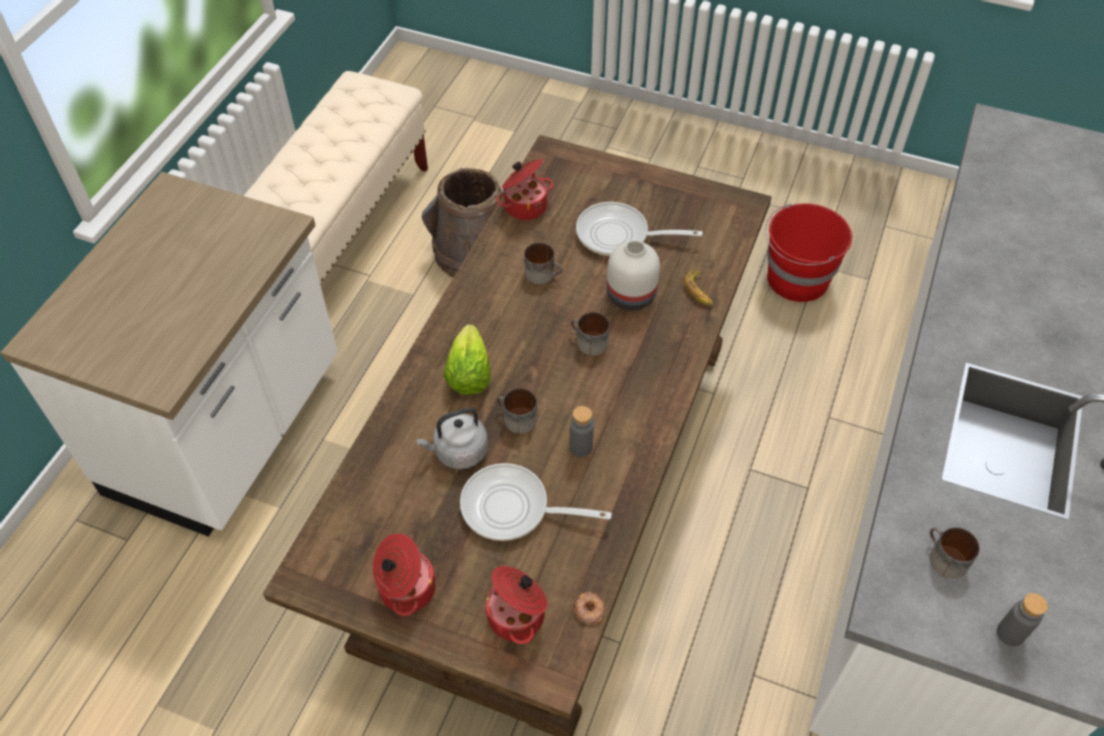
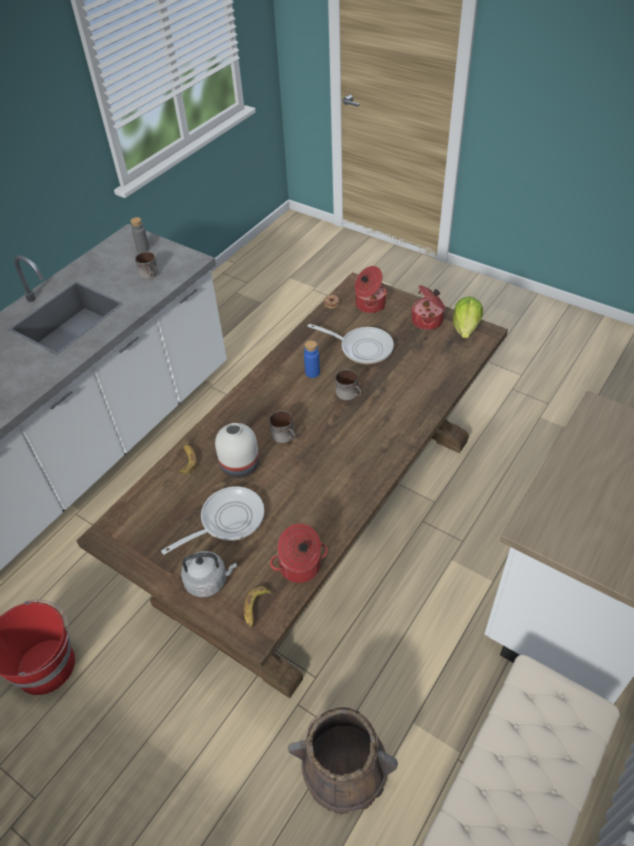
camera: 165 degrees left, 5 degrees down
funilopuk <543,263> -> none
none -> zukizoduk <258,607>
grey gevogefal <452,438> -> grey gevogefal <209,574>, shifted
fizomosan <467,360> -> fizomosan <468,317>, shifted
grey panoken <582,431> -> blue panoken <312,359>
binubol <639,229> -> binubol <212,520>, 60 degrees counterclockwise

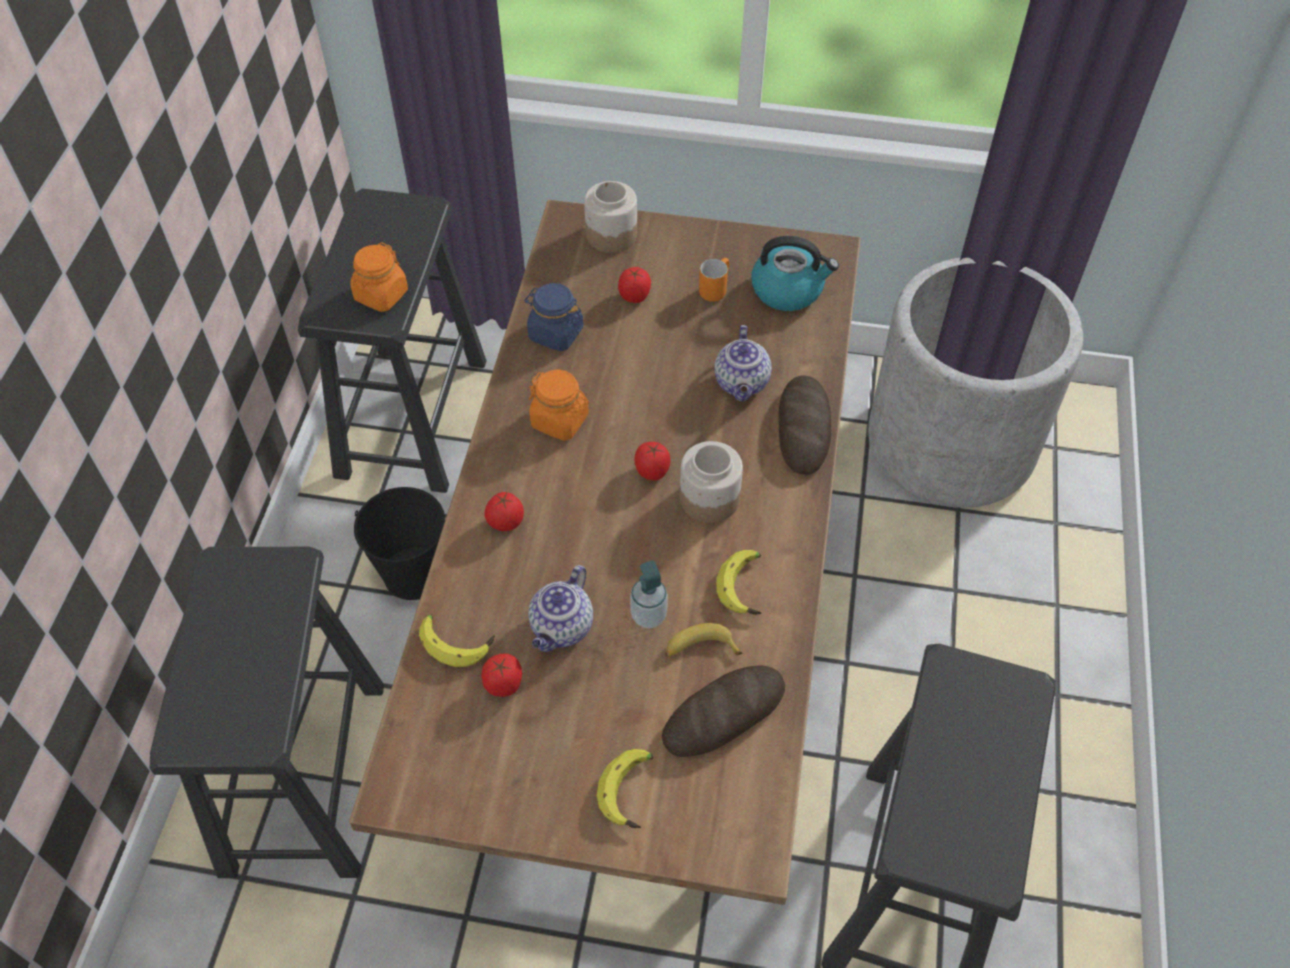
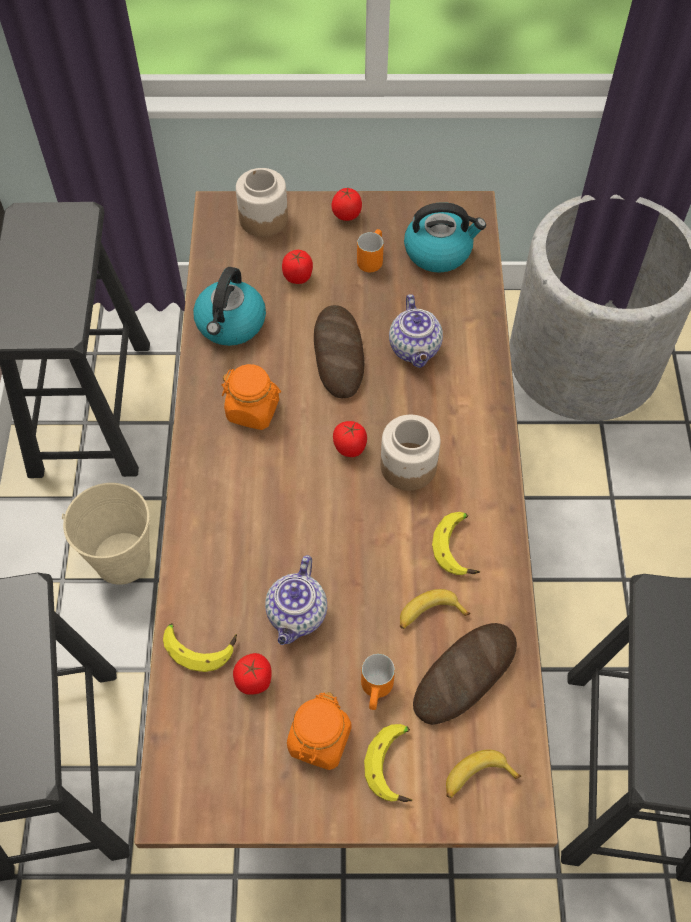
camera: 10 degrees left, 5 degrees up
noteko <649,594> -> none
none -> orange funilopuk <378,682>
none -> zukizoduk <483,774>
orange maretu <379,277> -> orange maretu <319,731>, shifted
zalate <504,511> -> zalate <346,204>, shifted
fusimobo <804,425> -> fusimobo <339,351>, shifted
blue maretu <553,317> -> gevogefal <229,306>
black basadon <399,543> -> beige basadon <106,534>

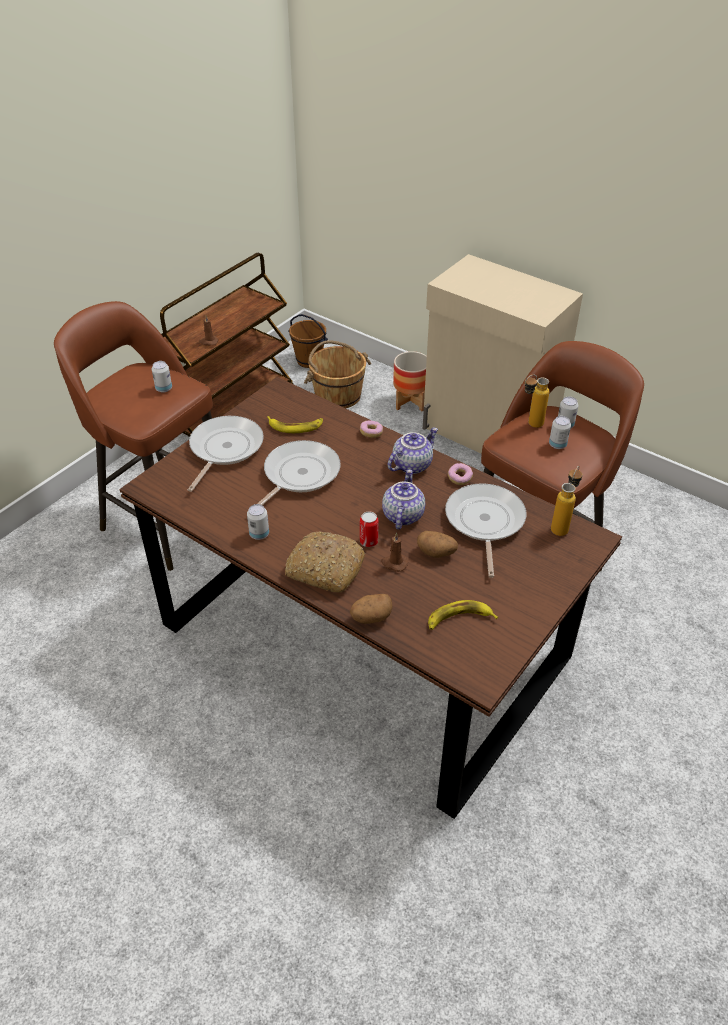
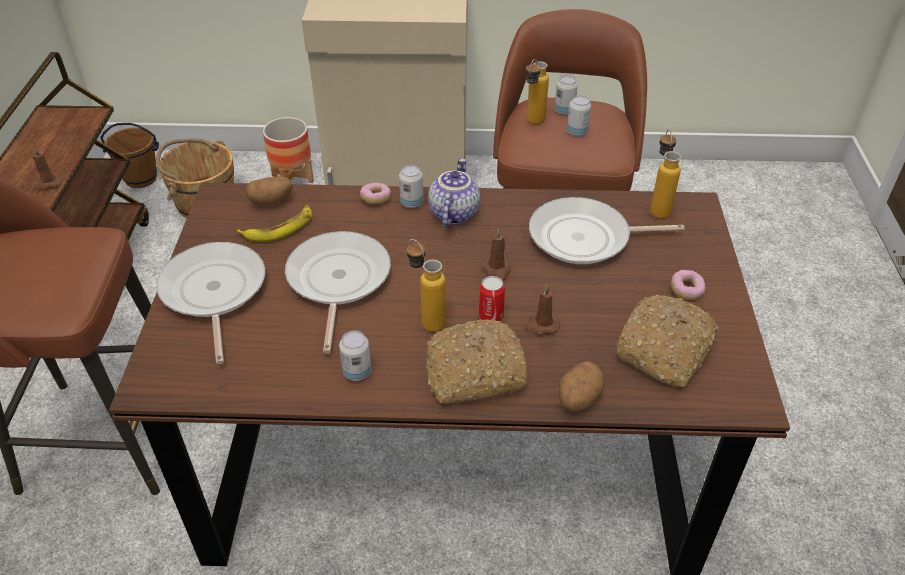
camera: 35 degrees left, 0 degrees up
none -> panoken <426,285>
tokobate <162,377> -> tokobate <411,186>, shifted
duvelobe <437,544> -> duvelobe <269,191>, shifted
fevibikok <460,474> -> fevibikok <688,285>, shifted
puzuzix <403,500> -> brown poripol <496,254>
zukizoduk <463,615> -> fusimobo <667,341>
binubol <485,530> -> binubol <606,230>, 60 degrees counterclockwise

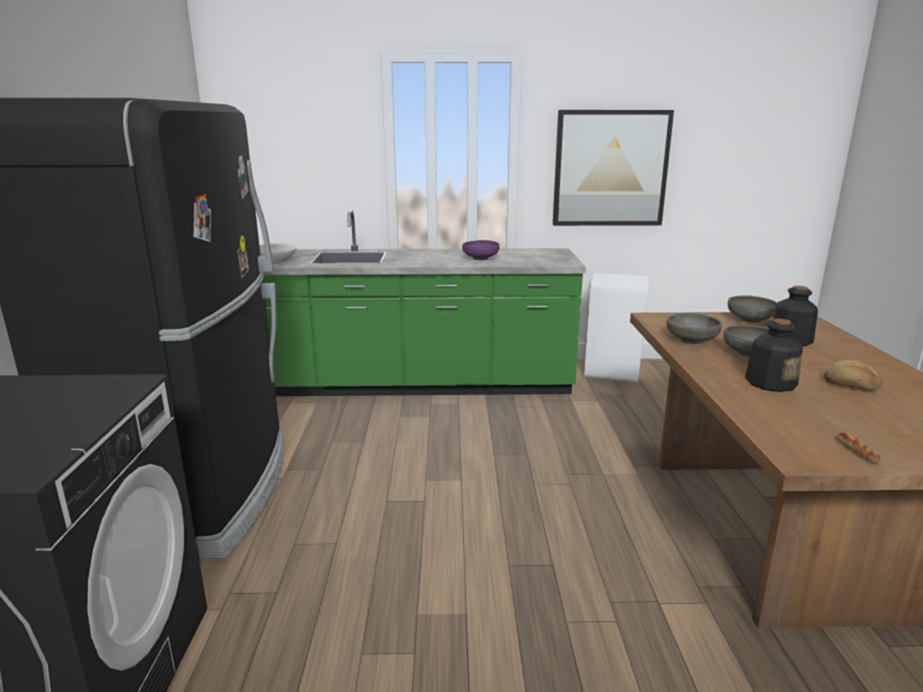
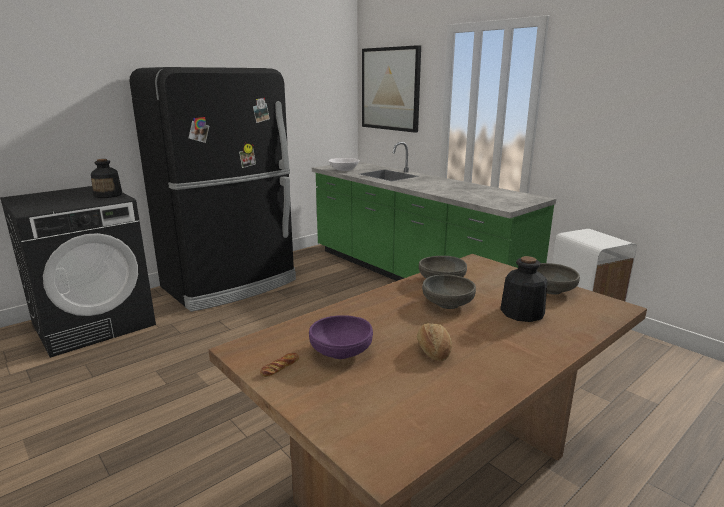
camera: 50 degrees right, 0 degrees up
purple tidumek <481,250> -> purple tidumek <341,337>, shifted
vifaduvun <613,168> -> vifaduvun <391,89>, shifted
panoken <774,355> -> panoken <106,178>, shifted

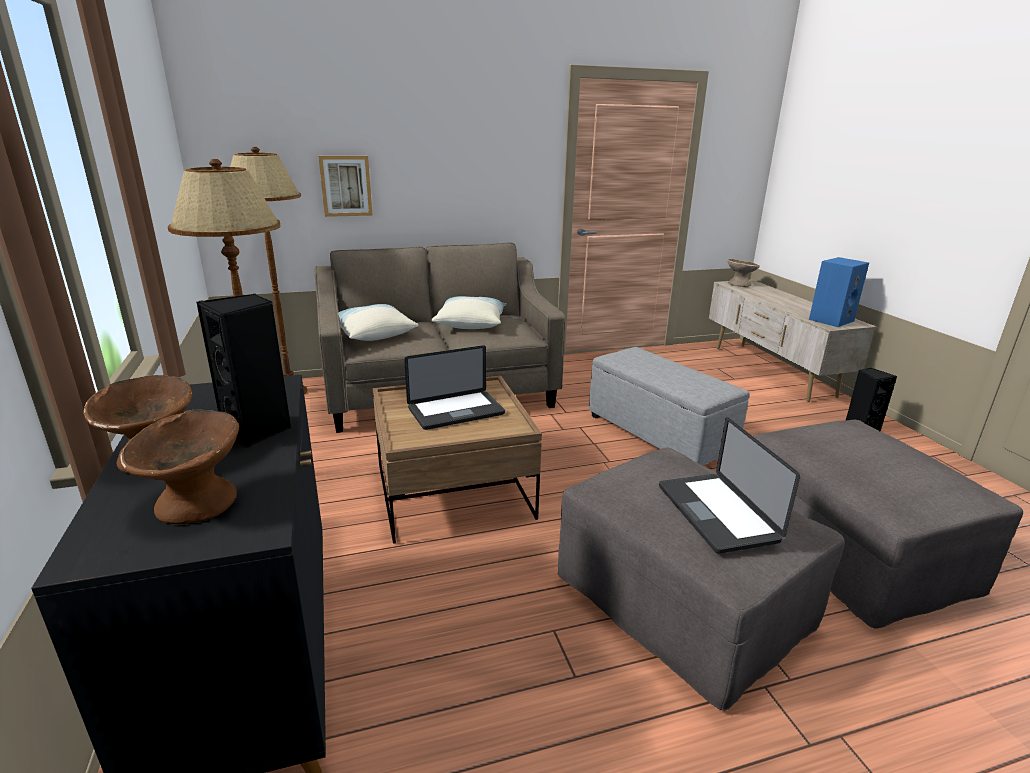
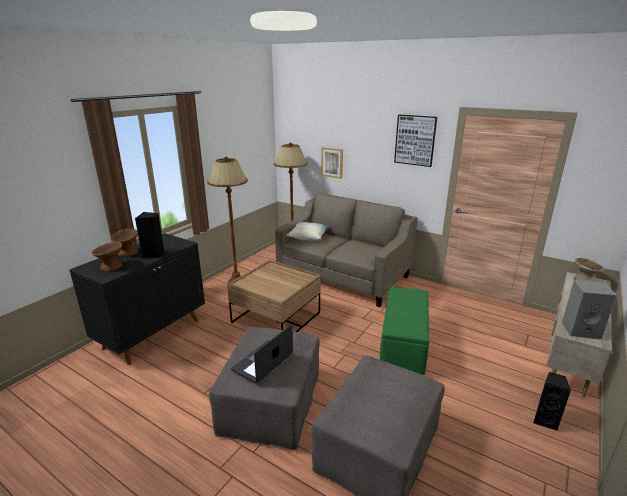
camera: 50 degrees right, 0 degrees up
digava <454,387> -> none
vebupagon <469,312> -> none
none -> vifaduvun <415,140>
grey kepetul <669,406> -> green kepetul <404,331>
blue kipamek <839,292> -> grey kipamek <589,310>

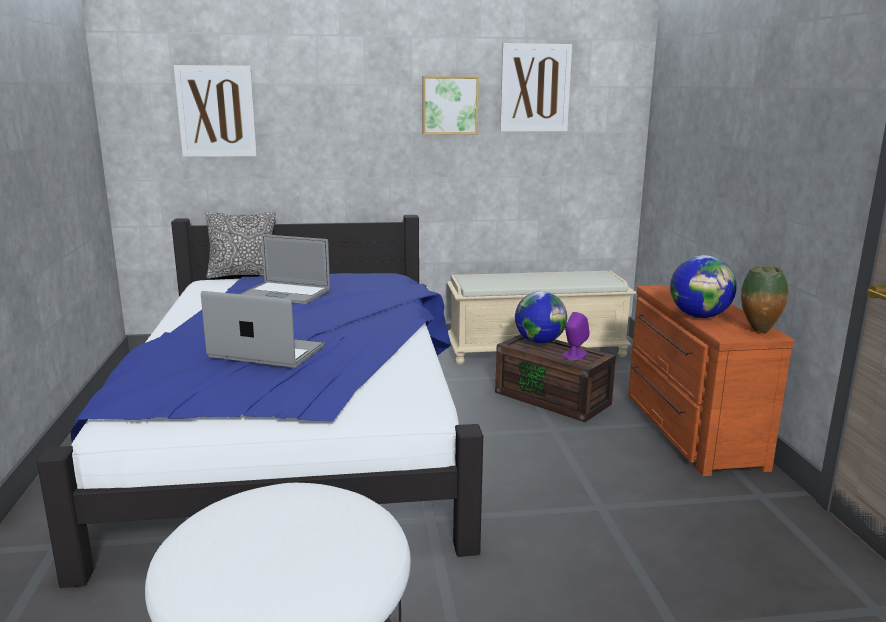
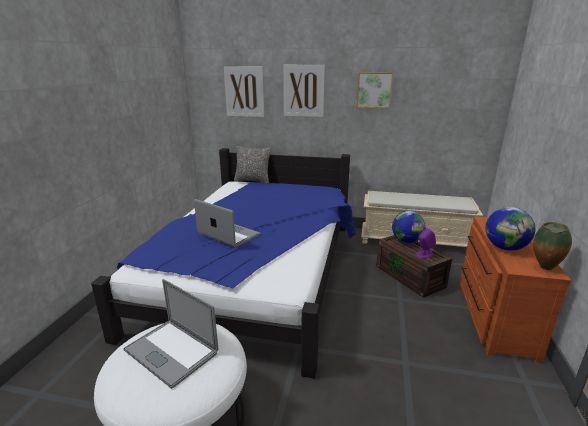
camera: 20 degrees right, 5 degrees up
digava <285,269> -> digava <170,334>, shifted
vifaduvun <536,87> -> vifaduvun <304,91>, shifted

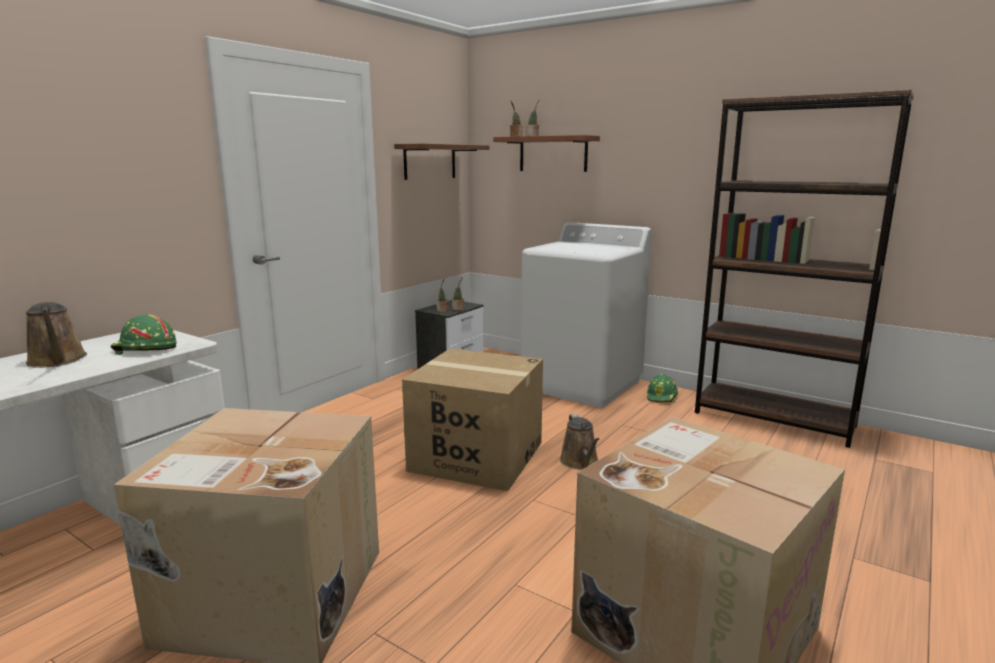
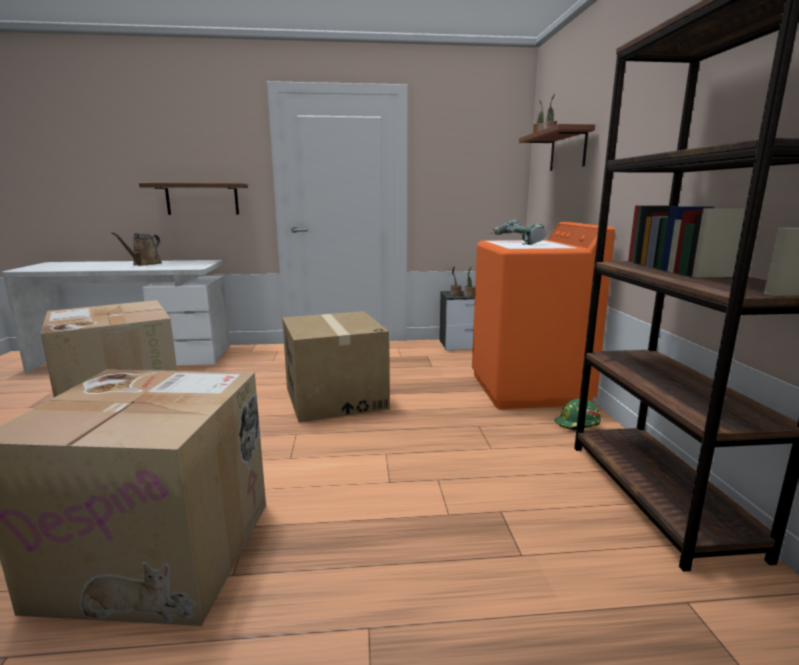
camera: 50 degrees right, 0 degrees up
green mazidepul <144,335> -> none
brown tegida <580,442> -> none
none -> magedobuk <517,232>
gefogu <441,161> -> gefogu <193,199>, shifted
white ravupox <586,315> -> orange ravupox <543,315>

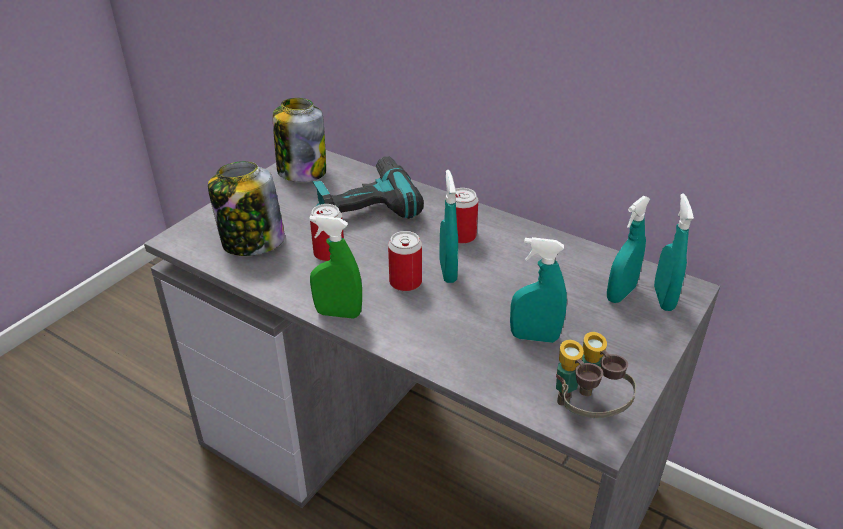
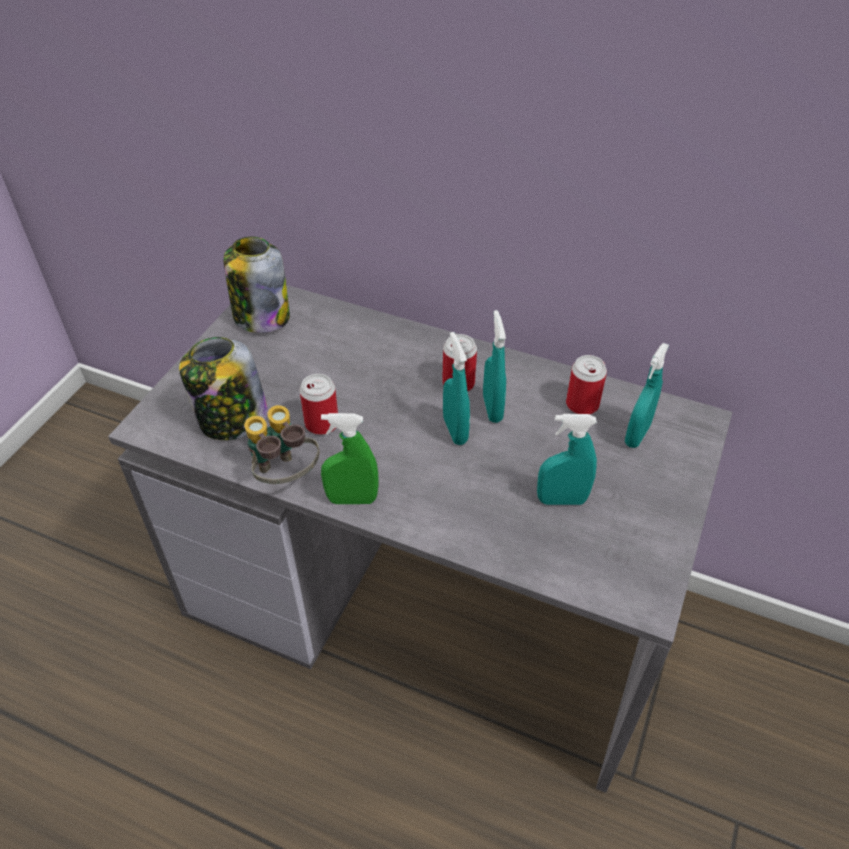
camera: 10 degrees left, 10 degrees up
magedobuk <368,187> -> none
tokobate <405,261> -> tokobate <586,385>, shifted
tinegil <596,375> -> tinegil <281,444>, shifted
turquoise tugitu <674,252> -> turquoise tugitu <494,366>, shifted

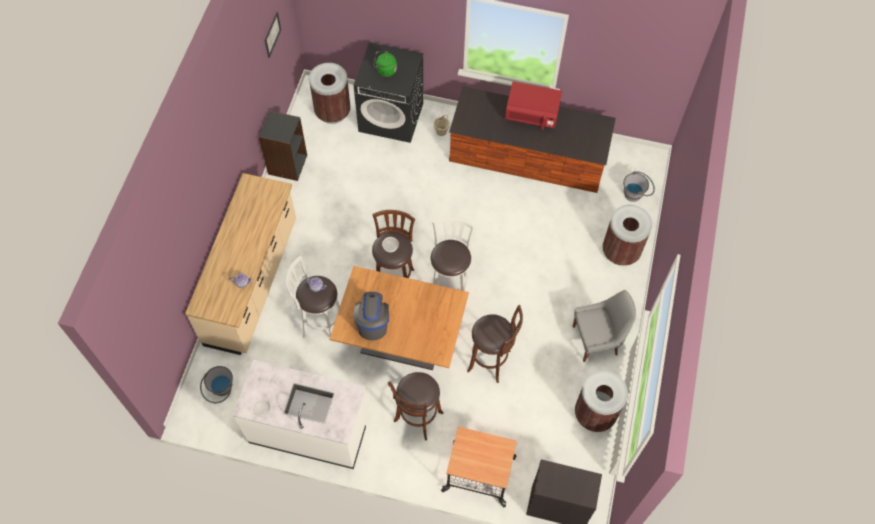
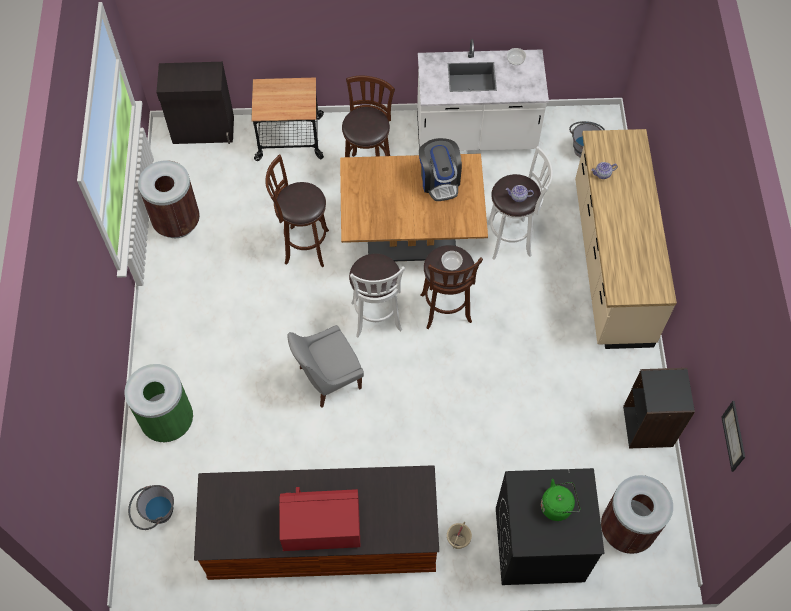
camera: 165 degrees right, 0 degrees up
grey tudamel <604,326> -> grey tudamel <326,366>, shifted
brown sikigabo <627,235> -> green sikigabo <159,403>

